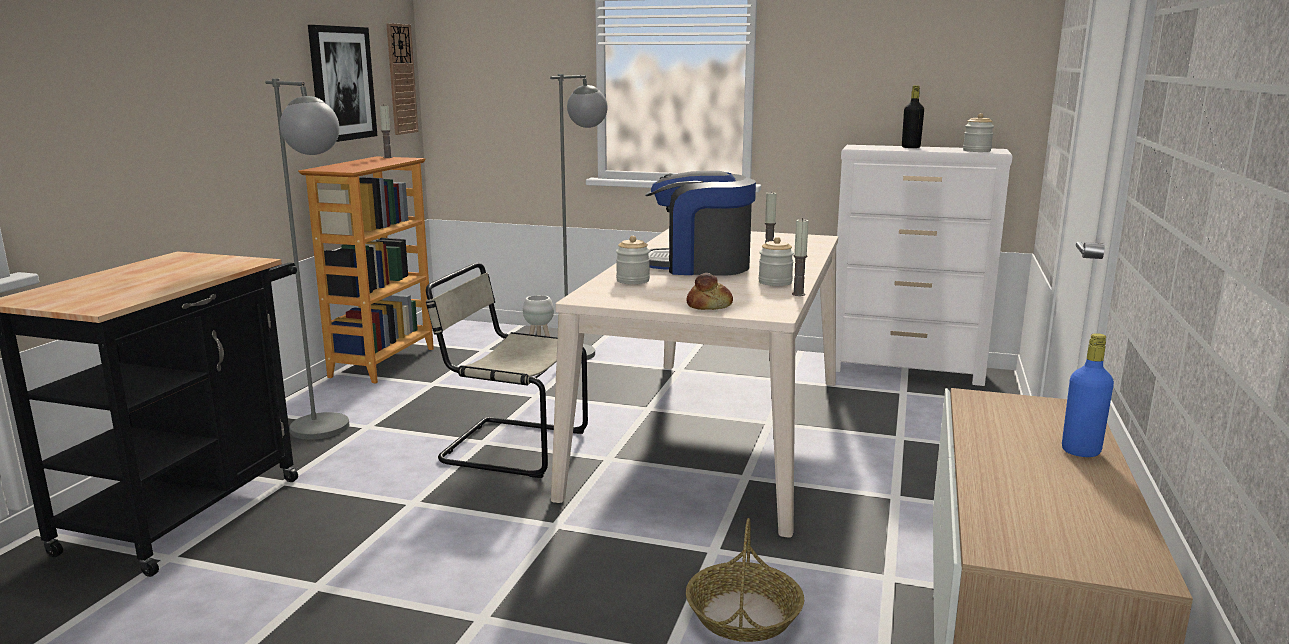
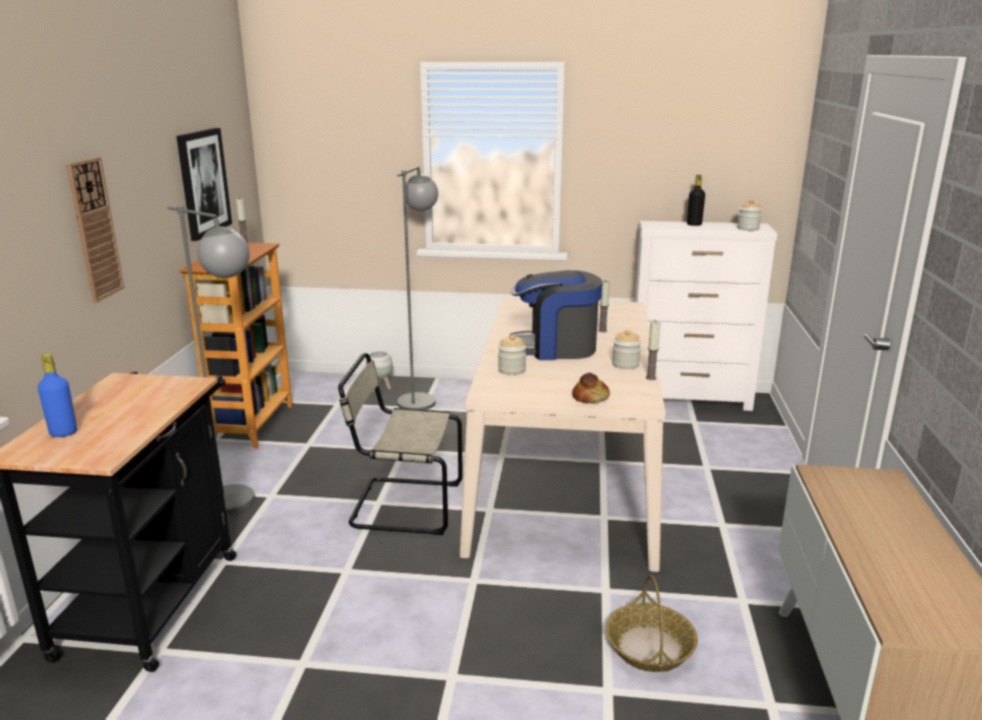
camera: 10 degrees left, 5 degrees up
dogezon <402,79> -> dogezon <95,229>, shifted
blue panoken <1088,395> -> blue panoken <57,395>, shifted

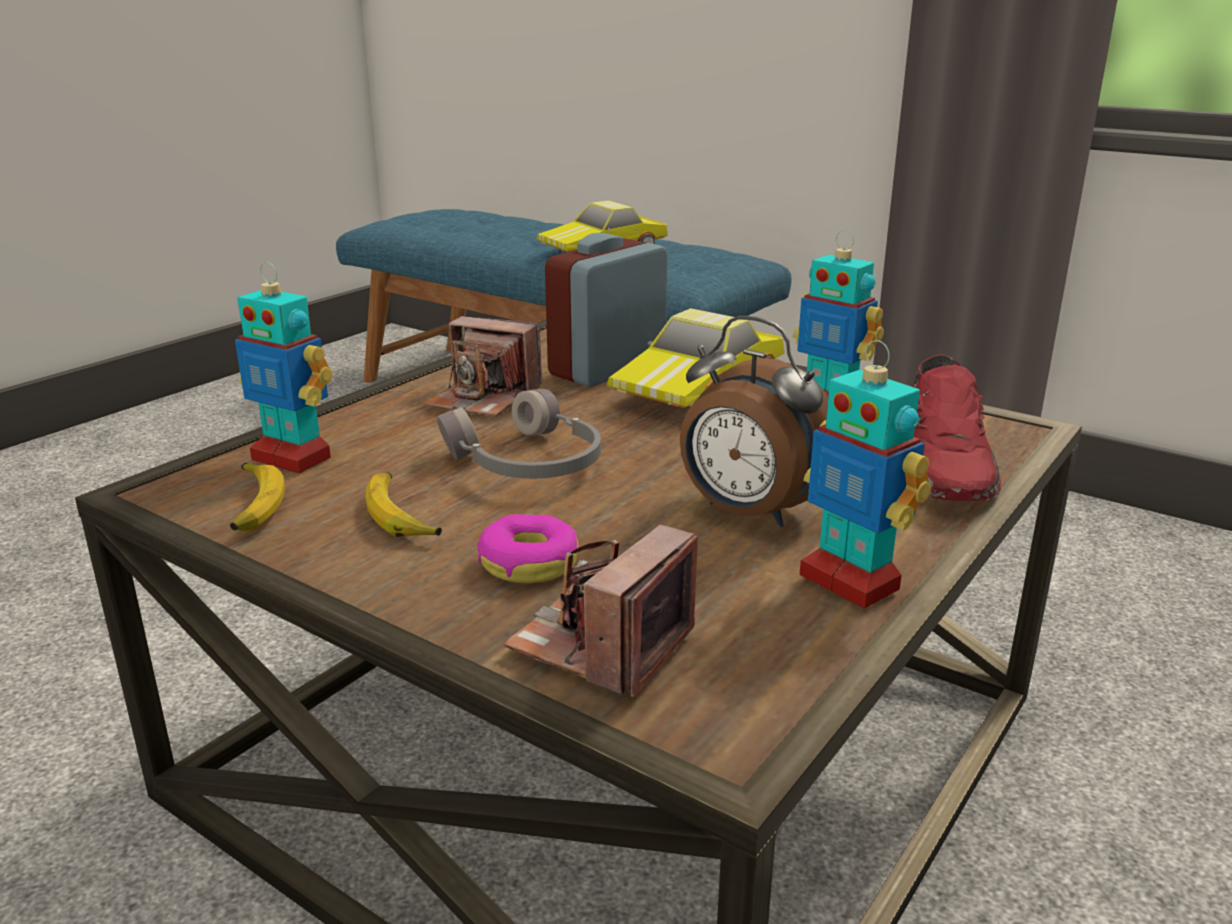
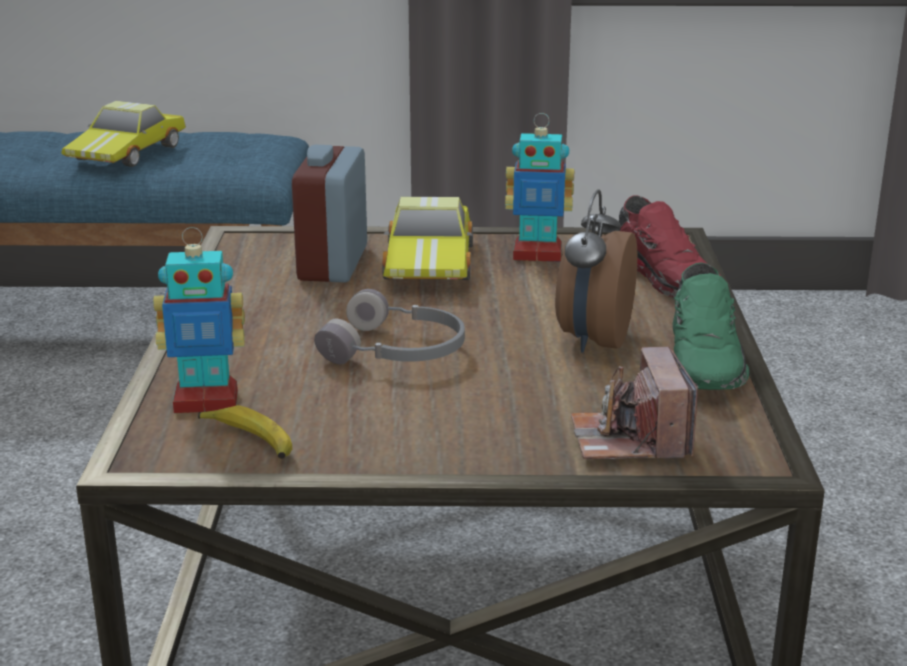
camera: 35 degrees left, 0 degrees up
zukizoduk <404,504> -> none
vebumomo <482,366> -> none
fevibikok <527,548> -> none
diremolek <865,474> -> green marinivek <710,326>
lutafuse <754,422> -> lutafuse <596,271>, 105 degrees clockwise

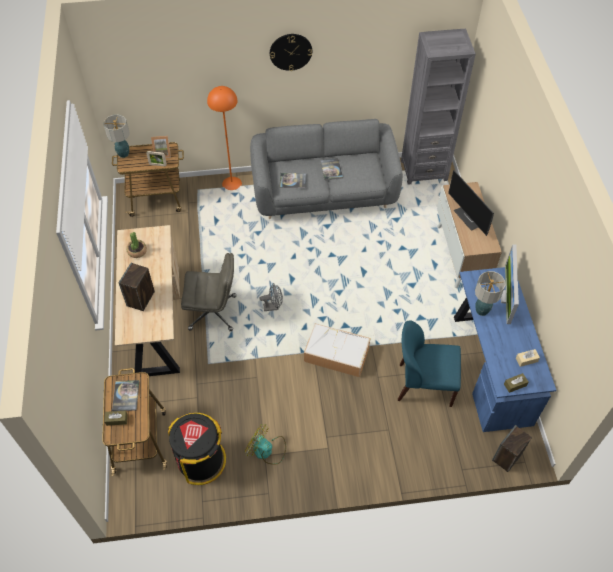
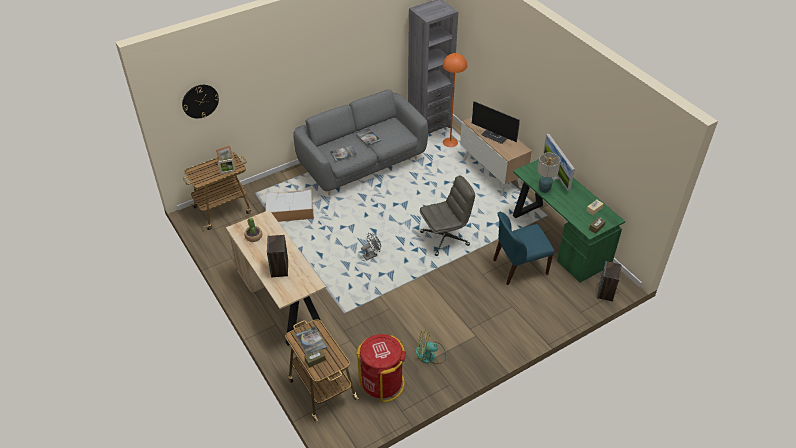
camera: 25 degrees left, 10 degrees down
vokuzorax <116,136> -> none
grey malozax <208,292> -> grey malozax <447,216>, shifted
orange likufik <224,138> -> orange likufik <455,100>, shifted
dogezon <291,52> -> dogezon <200,102>, shifted
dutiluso <337,350> -> dutiluso <289,205>, shifted
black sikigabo <197,449> -> red sikigabo <381,368>
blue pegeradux <505,349> -> green pegeradux <569,221>

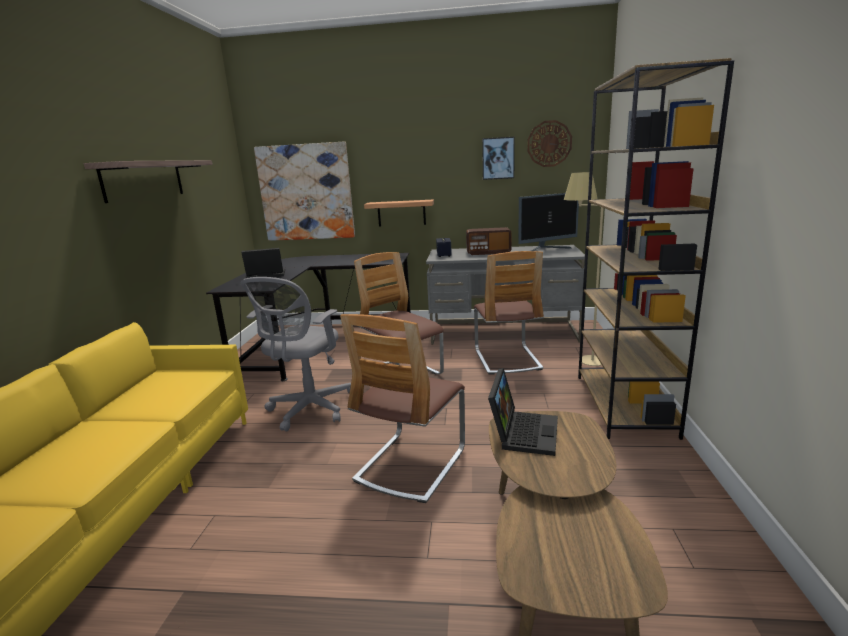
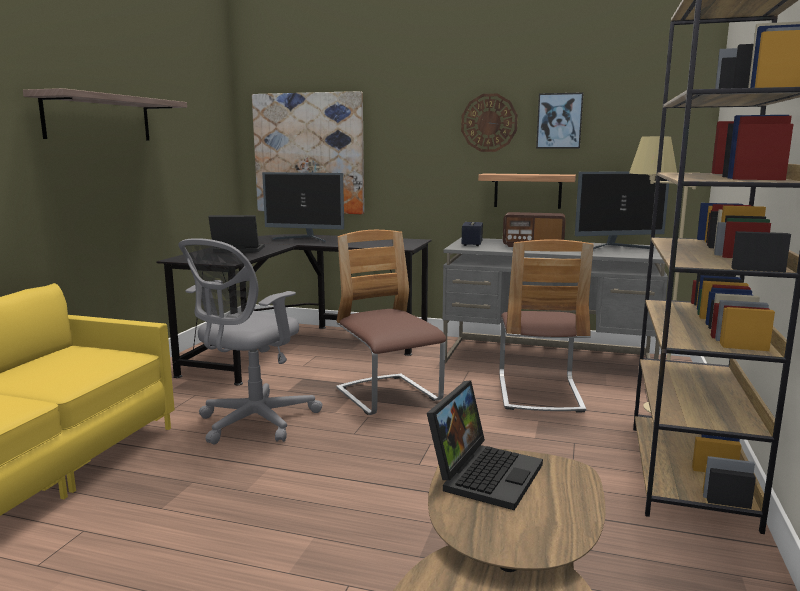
camera: 10 degrees right, 5 degrees down
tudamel <402,408> -> none
none -> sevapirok <303,207>
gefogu <399,213> -> gefogu <527,191>, shifted
dogezon <549,143> -> dogezon <489,123>, shifted

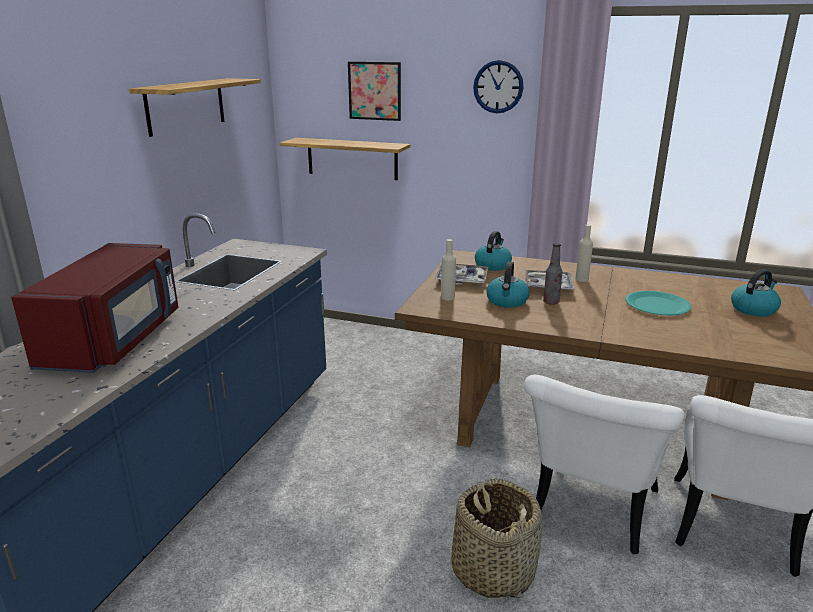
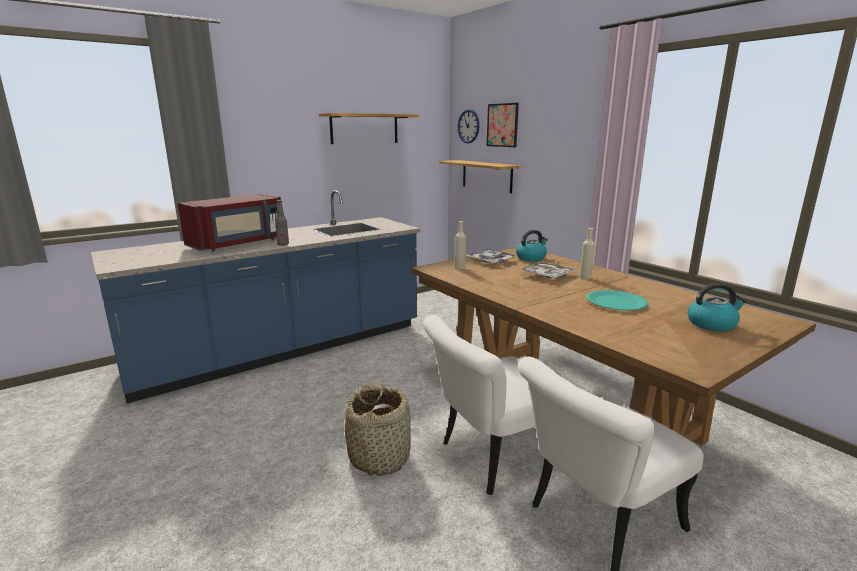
camera: 35 degrees right, 5 degrees down
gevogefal <508,285> -> none
dogezon <498,87> -> dogezon <468,126>, shifted
panoken <552,274> -> panoken <282,223>, shifted

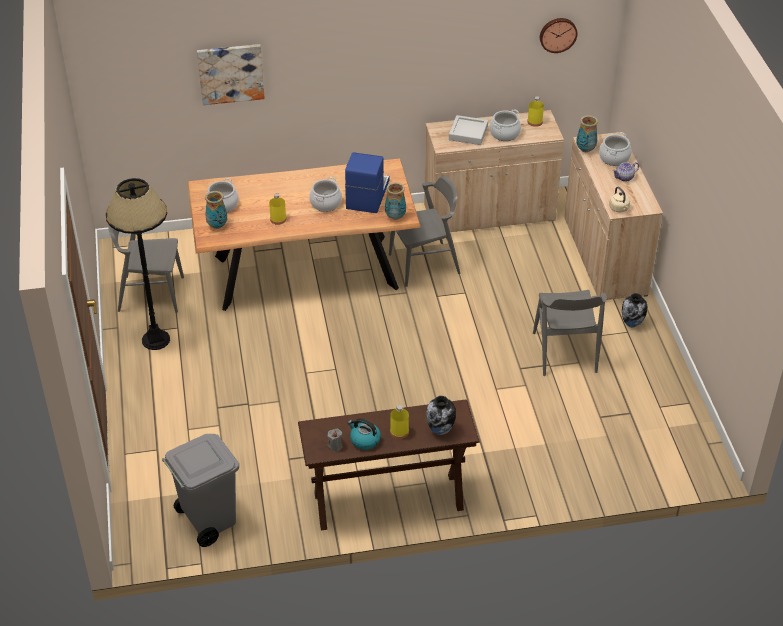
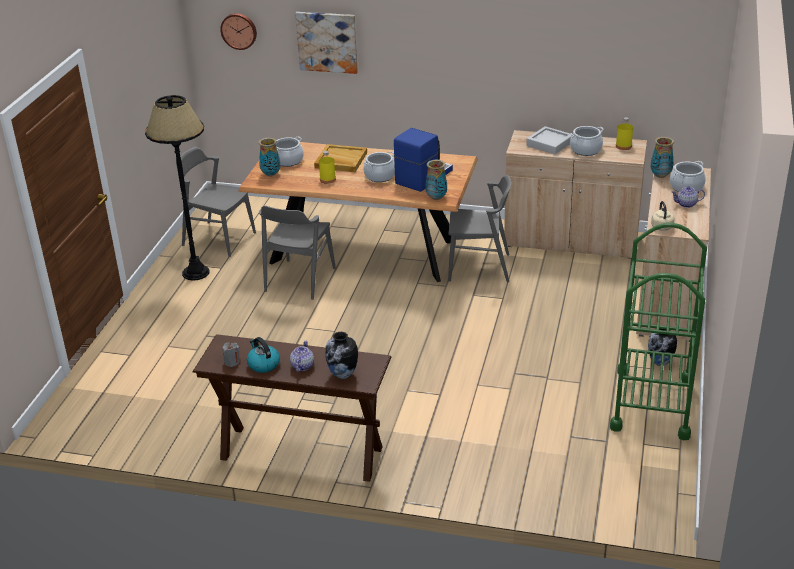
camera: 25 degrees right, 10 degrees down
grey sikigabo <200,490> -> none
none -> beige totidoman <340,158>
none -> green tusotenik <658,331>
grey tudamel <570,333> -> grey tudamel <297,253>, shifted
dogezon <559,35> -> dogezon <238,31>, shifted
yellow panoken <399,422> -> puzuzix <302,356>

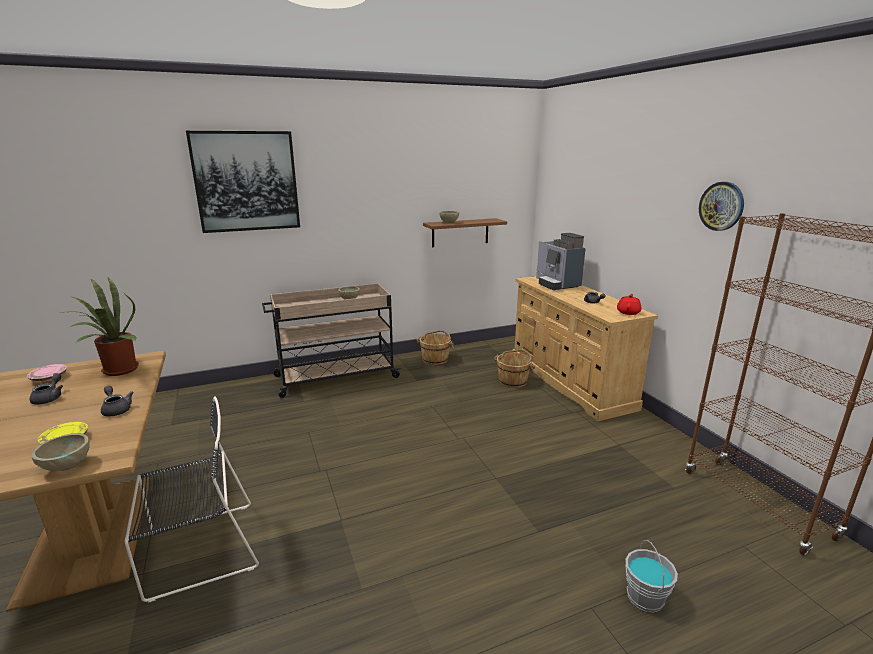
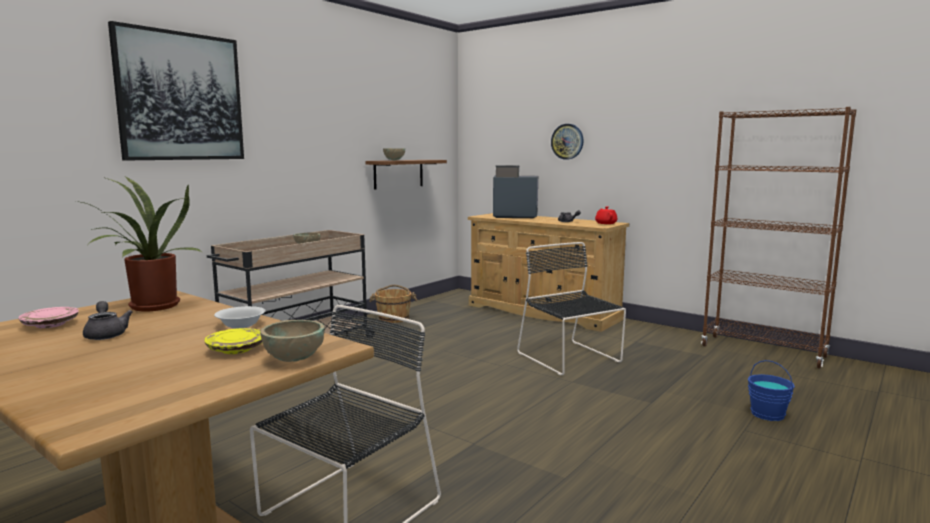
camera: 30 degrees left, 10 degrees down
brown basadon <514,368> -> none
none -> black tudamel <571,308>
dogezon <721,206> -> dogezon <567,142>, shifted
grey puzuzix <117,401> -> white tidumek <240,317>
grey basadon <651,576> -> blue basadon <771,390>
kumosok <561,261> -> kumosok <515,191>, 150 degrees clockwise

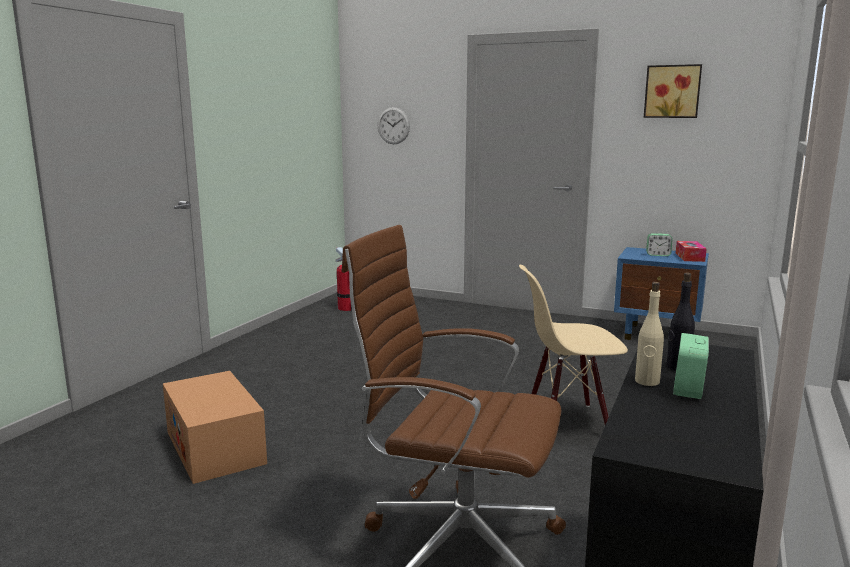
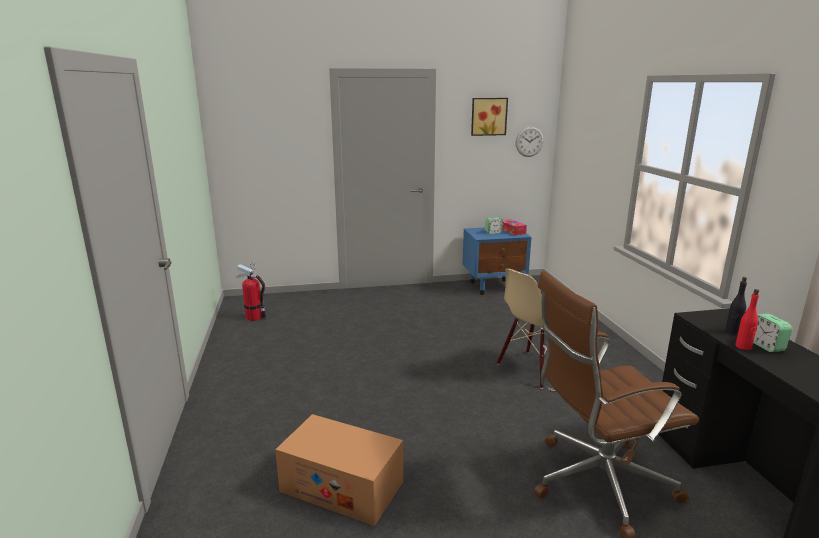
camera: 35 degrees left, 5 degrees up
dogezon <394,125> -> dogezon <530,141>, shifted
beige panoken <649,334> -> red panoken <747,319>

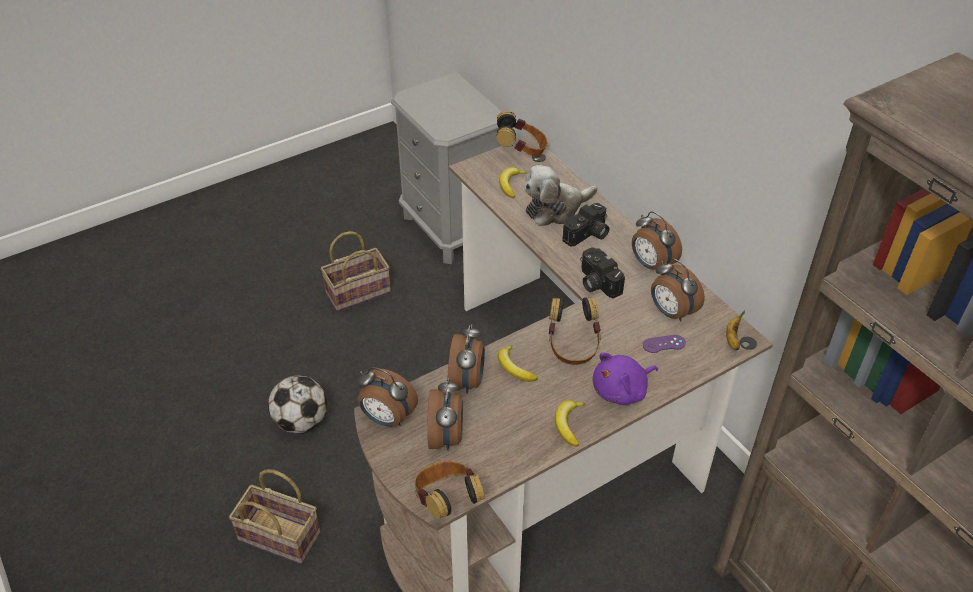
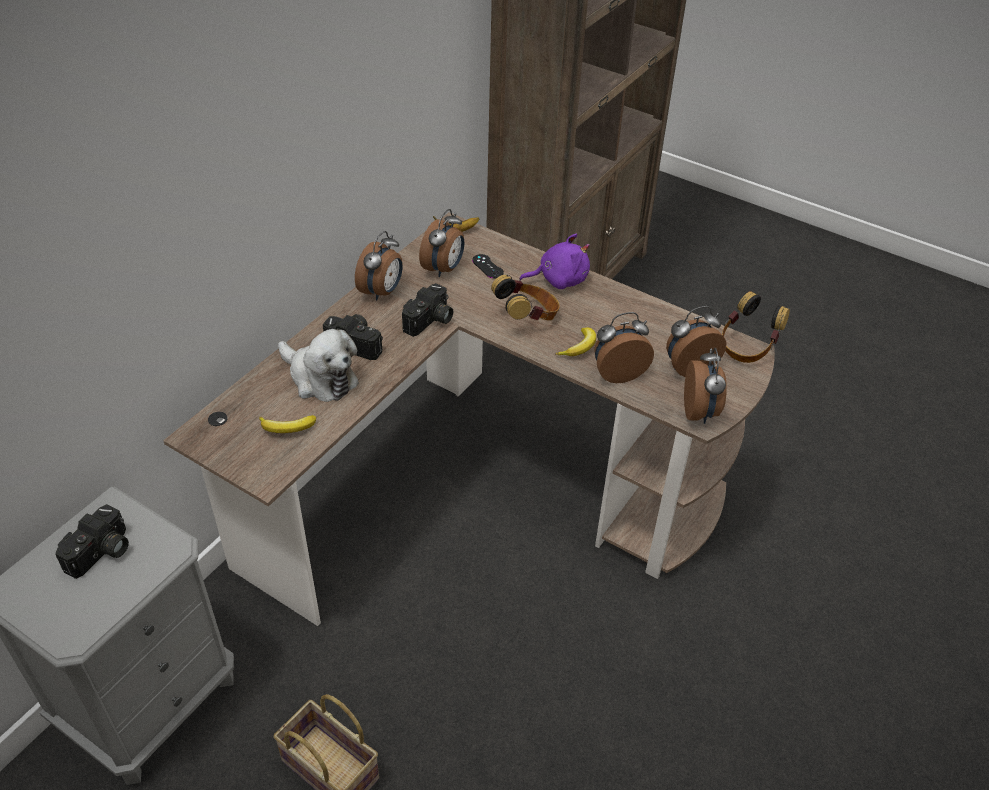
camera: 115 degrees left, 0 degrees up
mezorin <274,516> -> none
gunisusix <297,404> -> none
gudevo <522,134> -> none
zukizoduk <570,423> -> none
none -> vebumomo <92,541>
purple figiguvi <664,344> -> black figiguvi <488,266>
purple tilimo <625,379> -> purple tilimo <554,261>, 45 degrees counterclockwise

